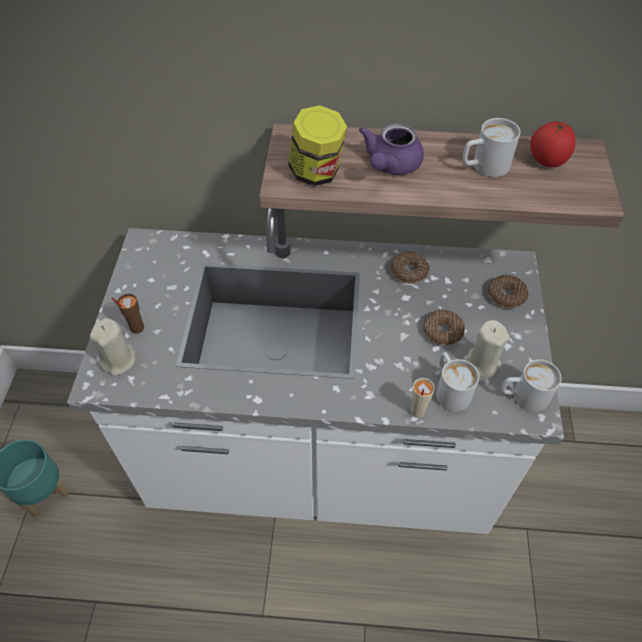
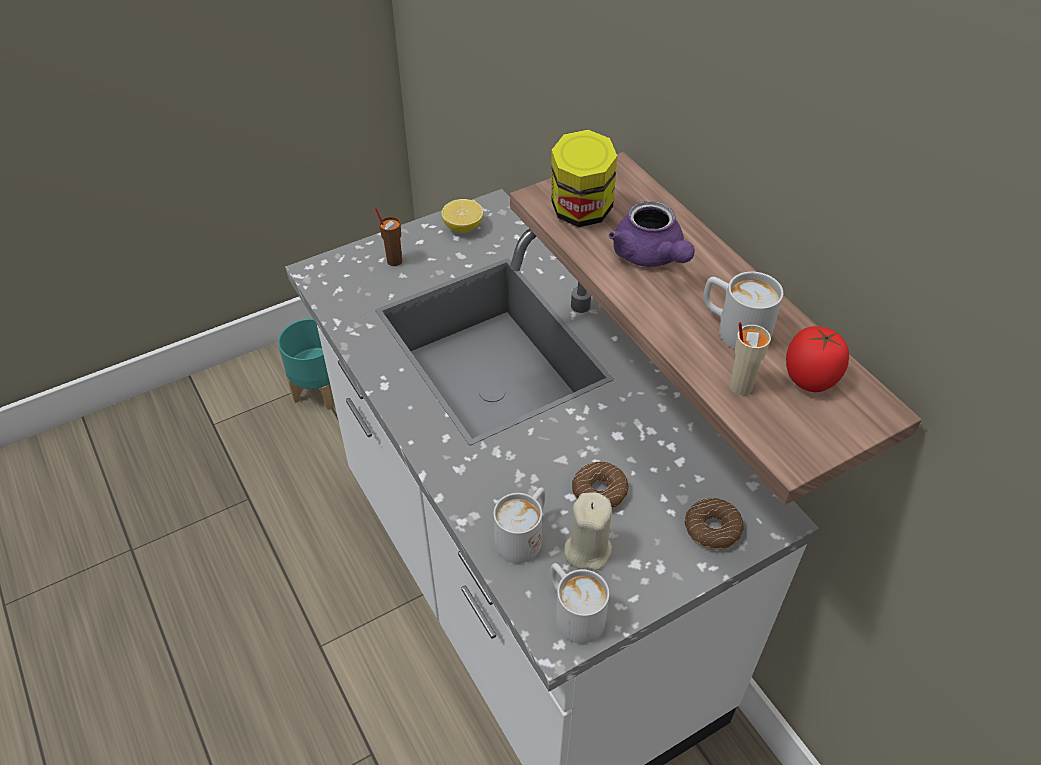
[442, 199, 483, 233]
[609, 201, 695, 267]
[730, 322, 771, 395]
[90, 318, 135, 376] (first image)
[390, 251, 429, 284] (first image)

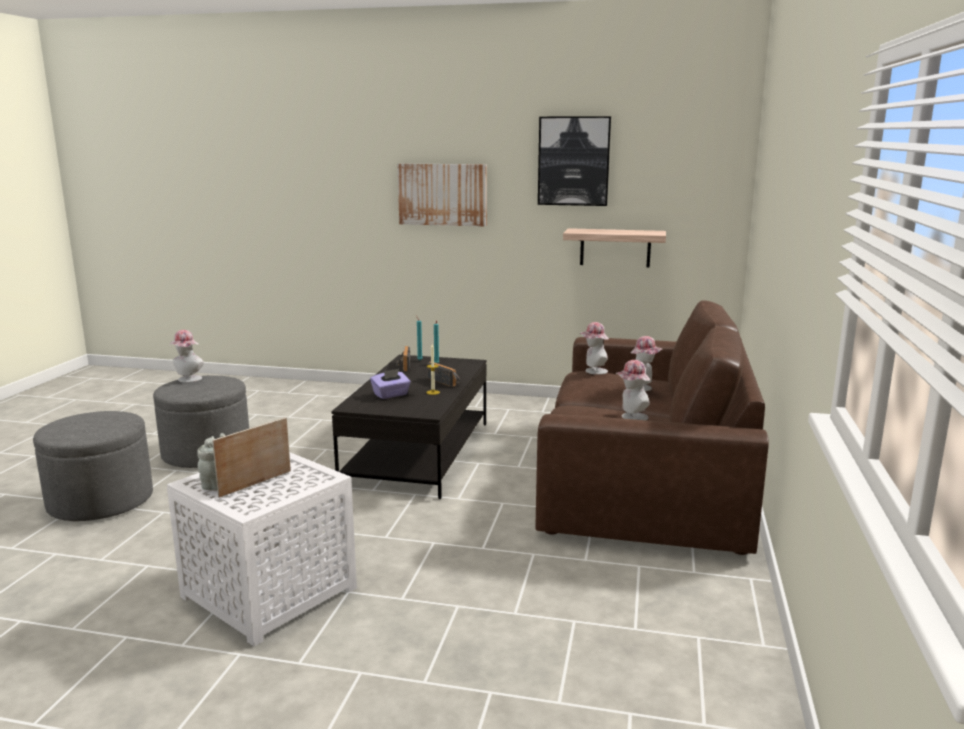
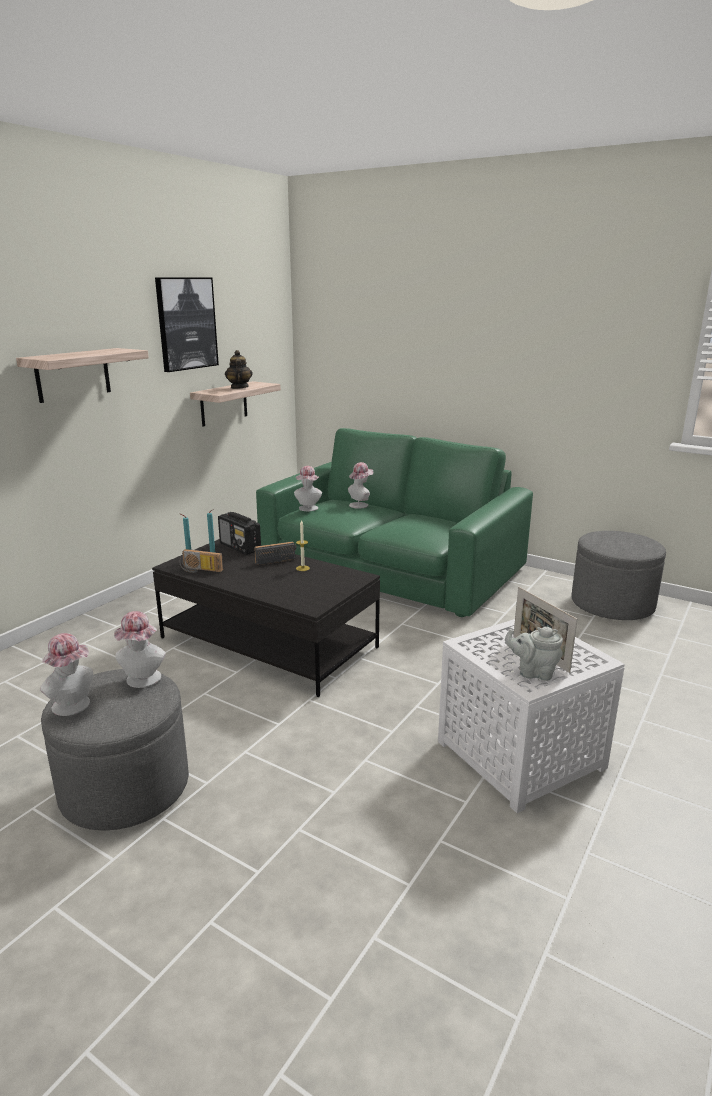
[16, 348, 149, 403]
[114, 611, 166, 688]
[218, 512, 261, 555]
[225, 350, 253, 389]
[256, 428, 533, 617]
[571, 531, 666, 620]
[370, 369, 411, 399] (first image)

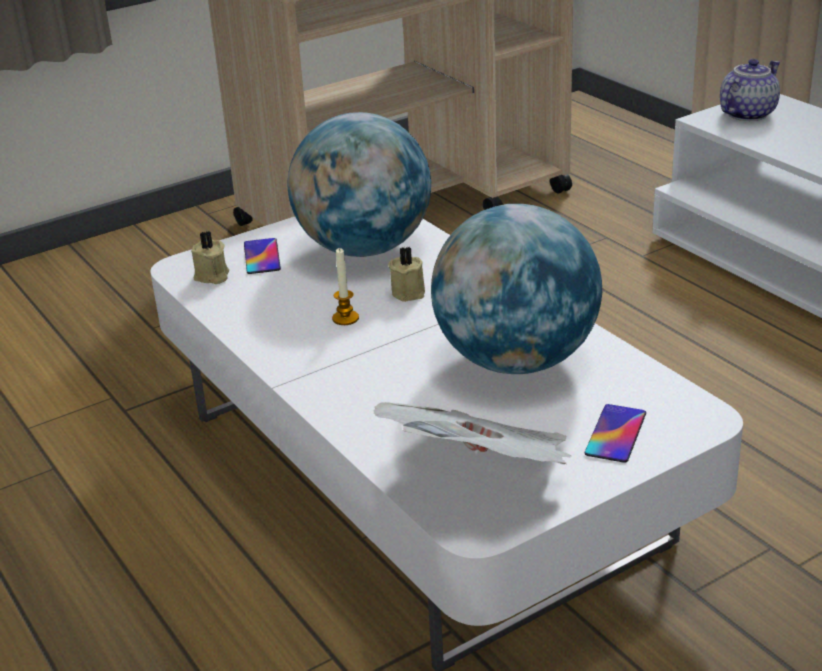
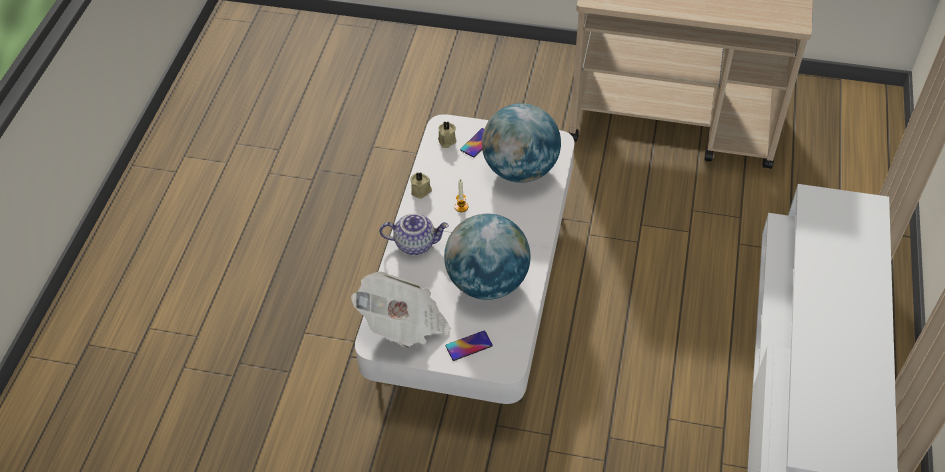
[380, 213, 449, 255]
[410, 172, 432, 199]

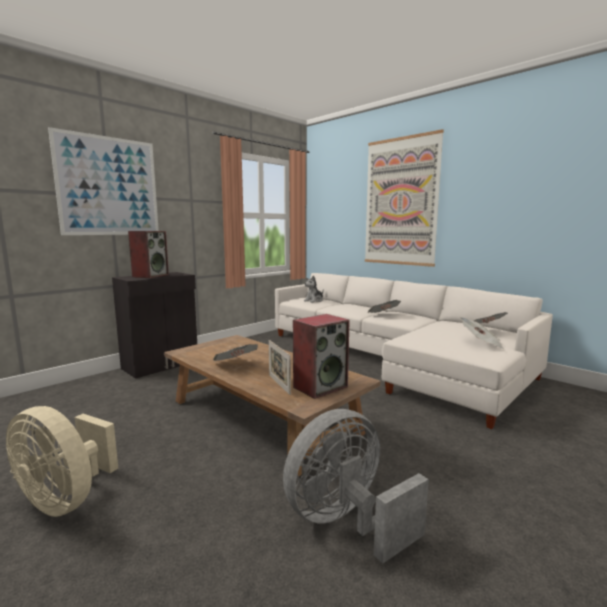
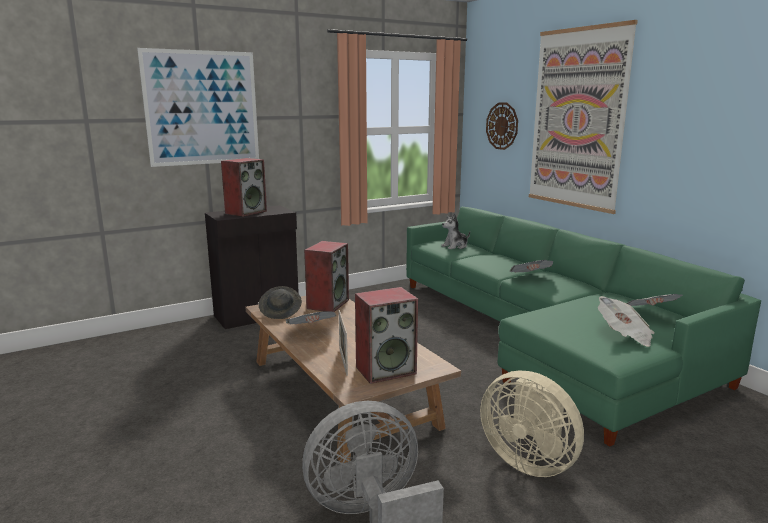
[259, 286, 302, 319]
[304, 241, 349, 312]
[406, 207, 761, 447]
[480, 370, 584, 477]
[486, 102, 518, 150]

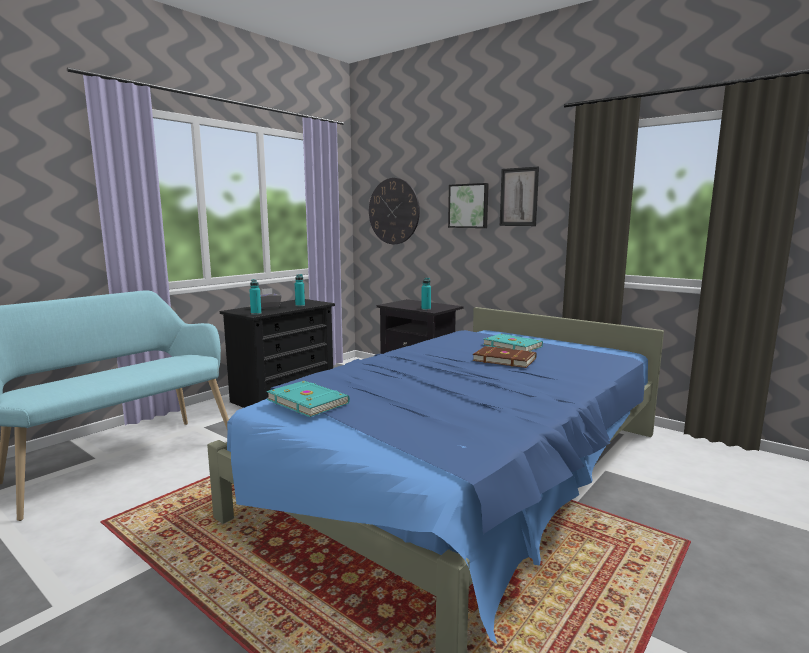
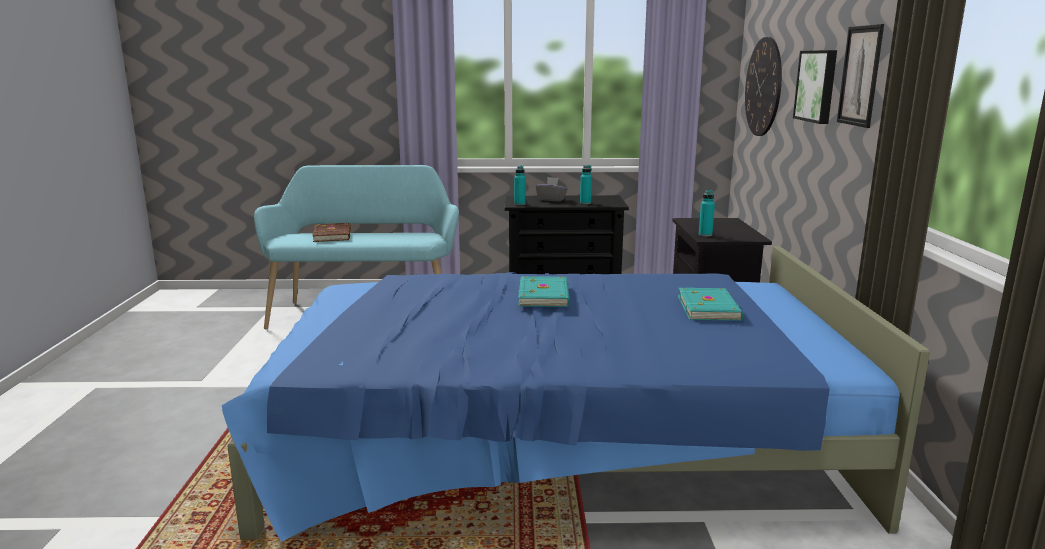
[312, 223, 351, 242]
[518, 276, 569, 307]

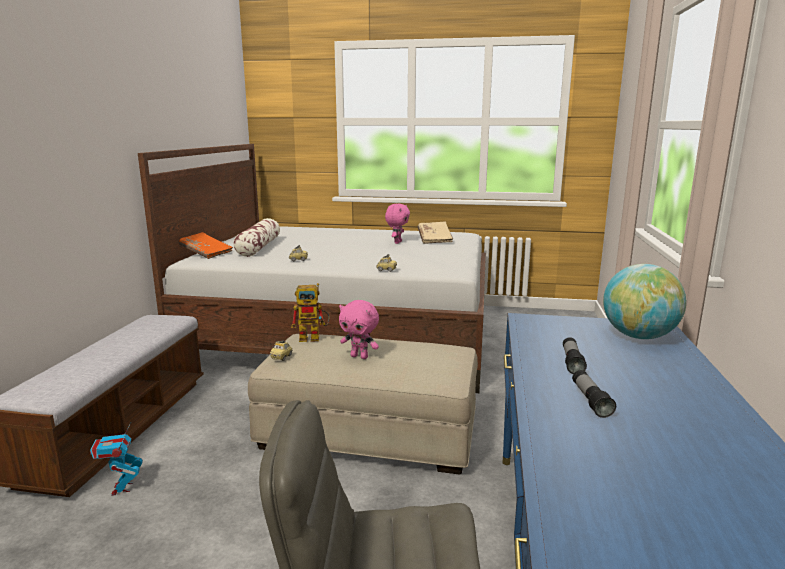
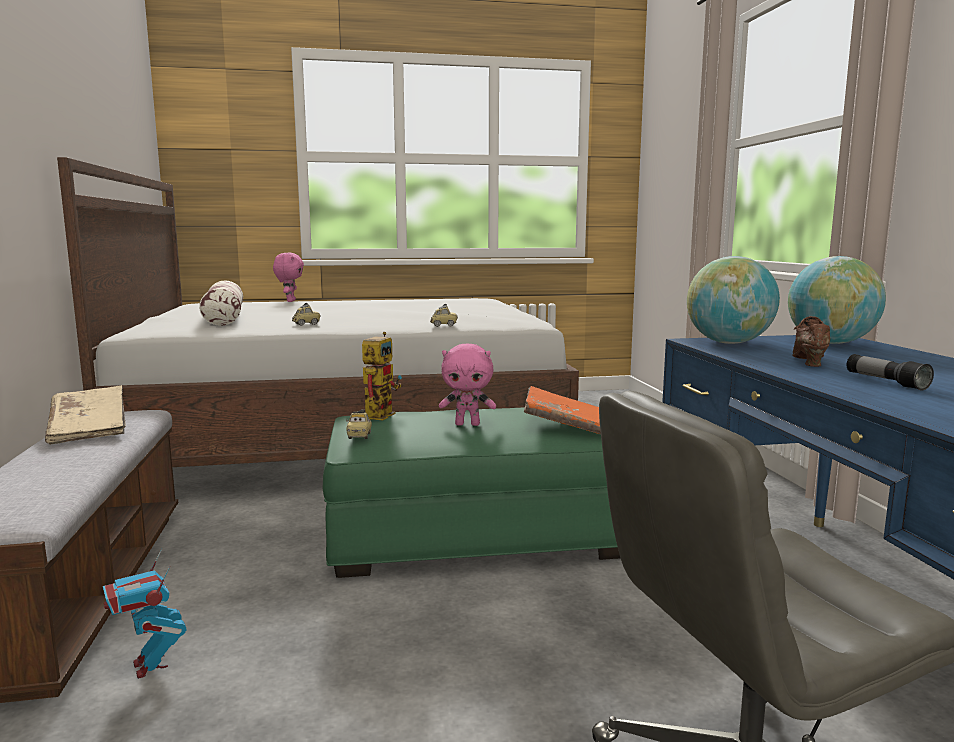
[45, 385, 126, 445]
[273, 253, 304, 302]
[323, 407, 620, 578]
[362, 332, 402, 420]
[524, 386, 601, 435]
[687, 256, 780, 344]
[792, 316, 830, 367]

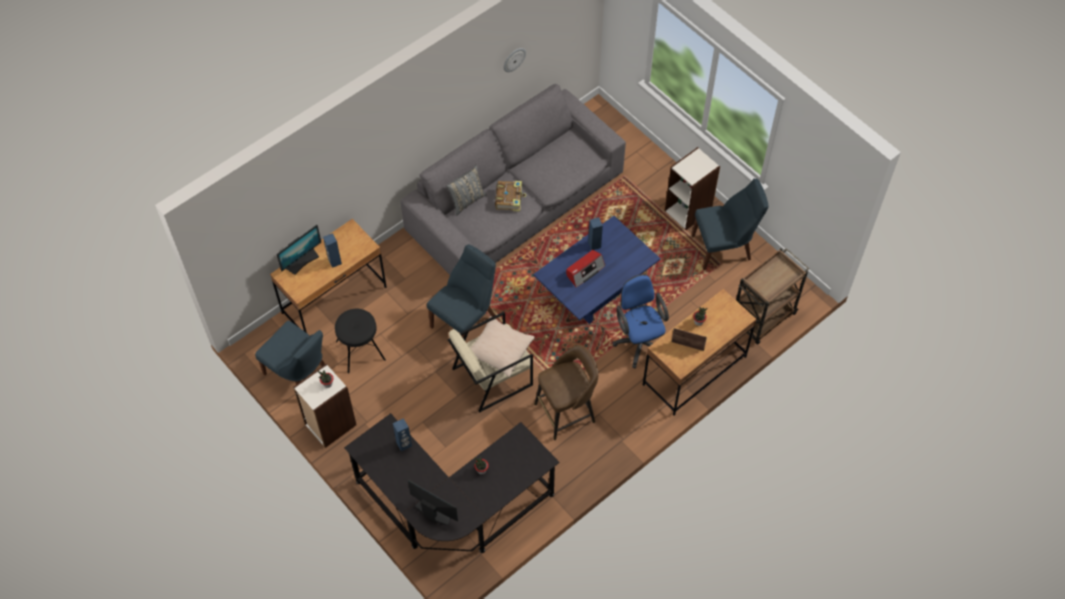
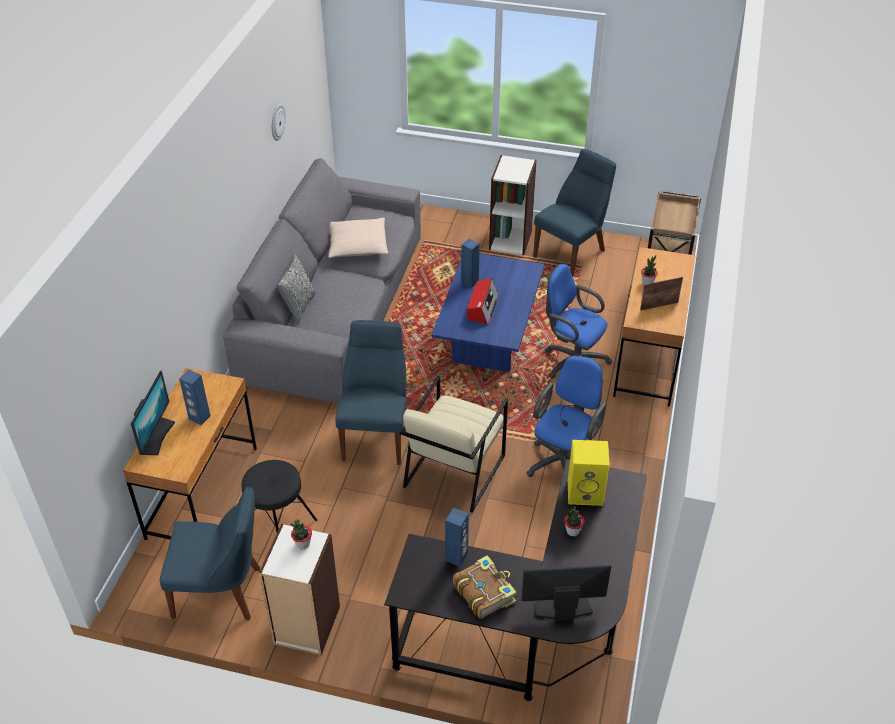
[328, 218, 388, 258]
[453, 555, 517, 619]
[526, 356, 606, 477]
[568, 440, 610, 506]

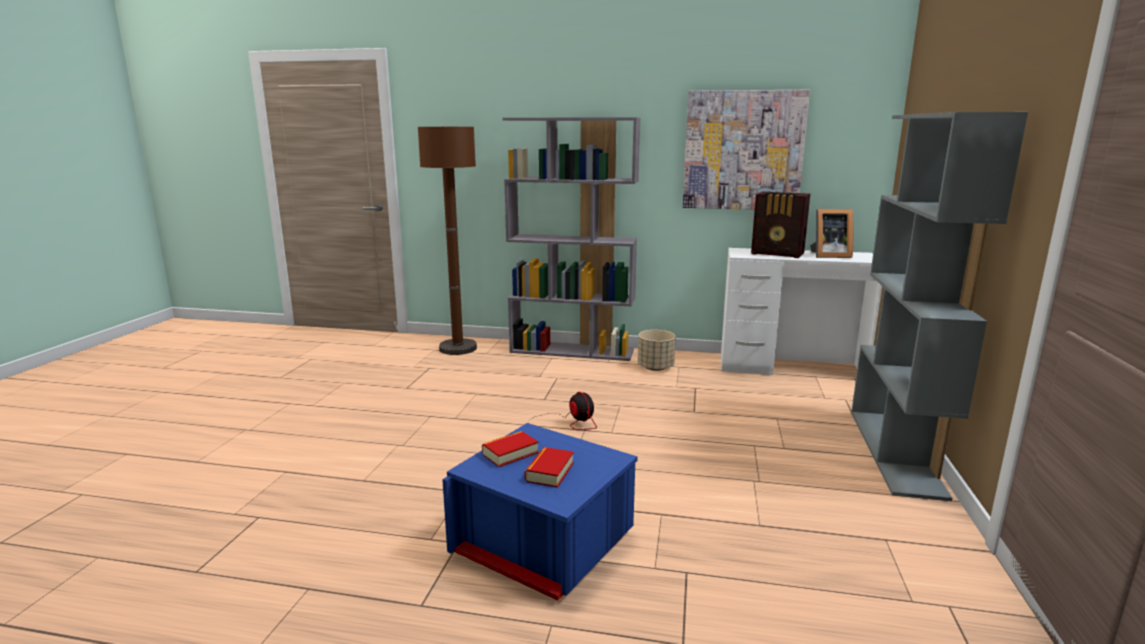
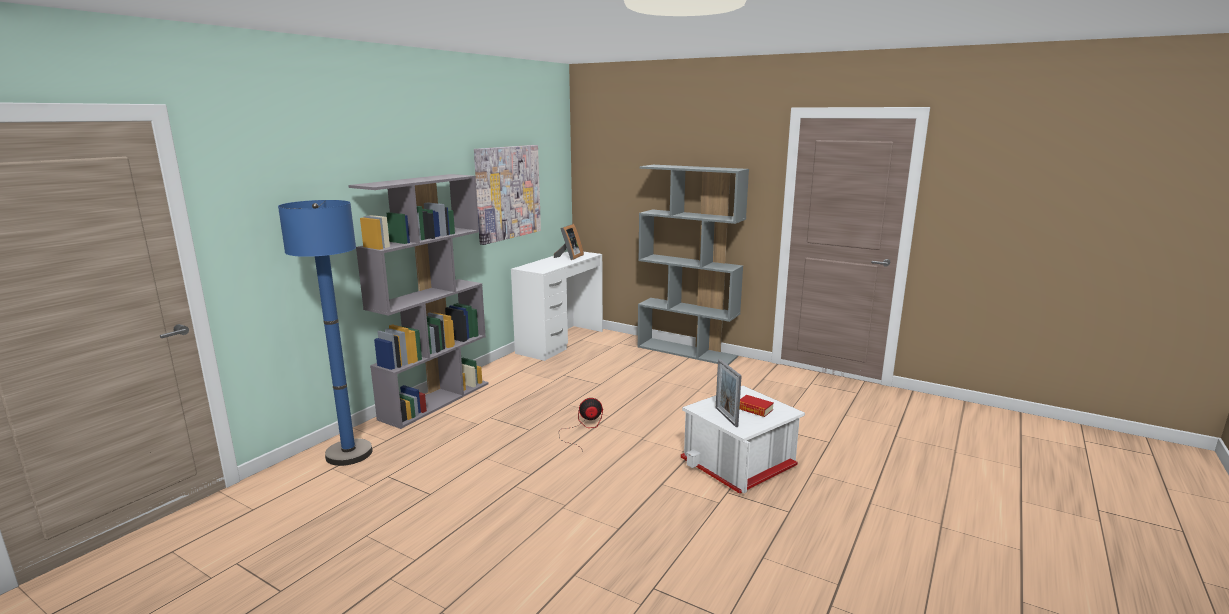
[278, 200, 372, 466]
[680, 386, 805, 494]
[716, 359, 742, 427]
[638, 330, 676, 371] (first image)
[751, 191, 810, 258] (first image)

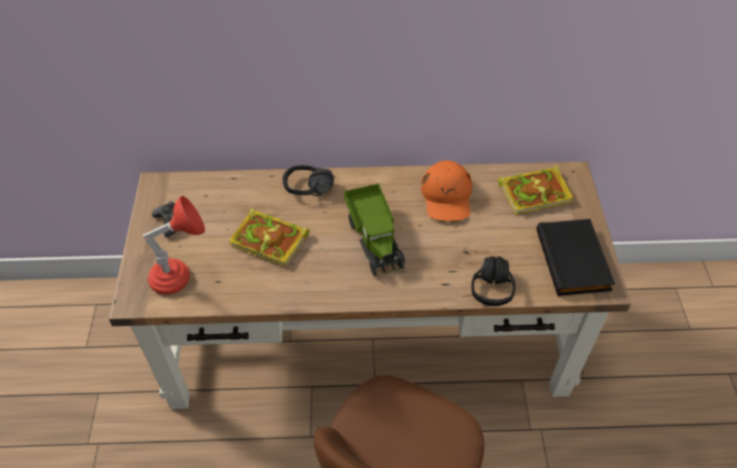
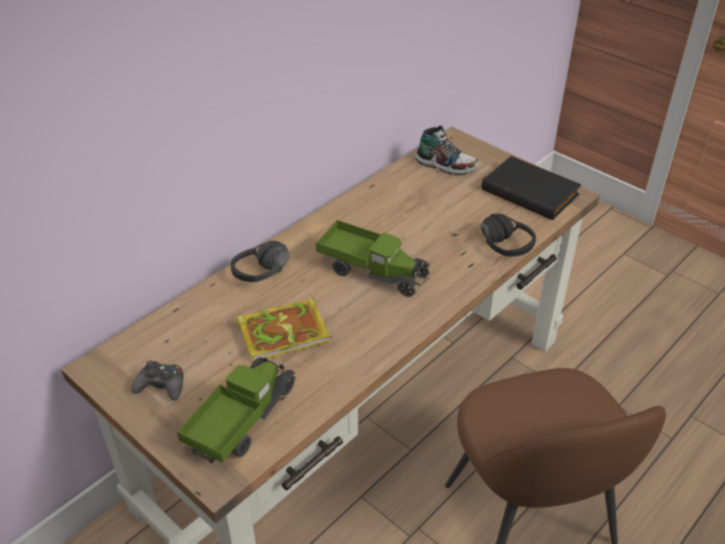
[177, 357, 296, 463]
[416, 126, 479, 175]
[421, 160, 472, 221] (first image)

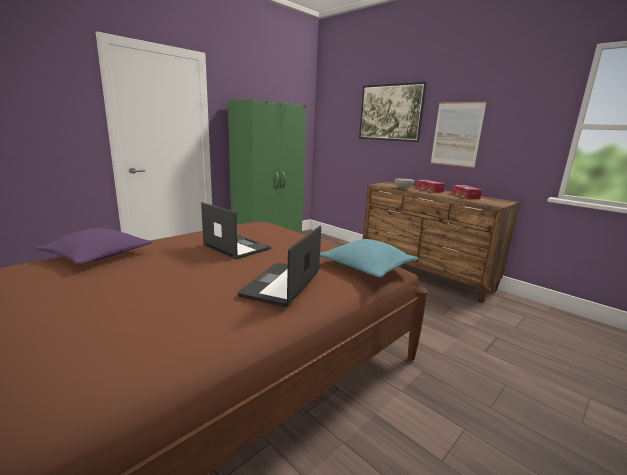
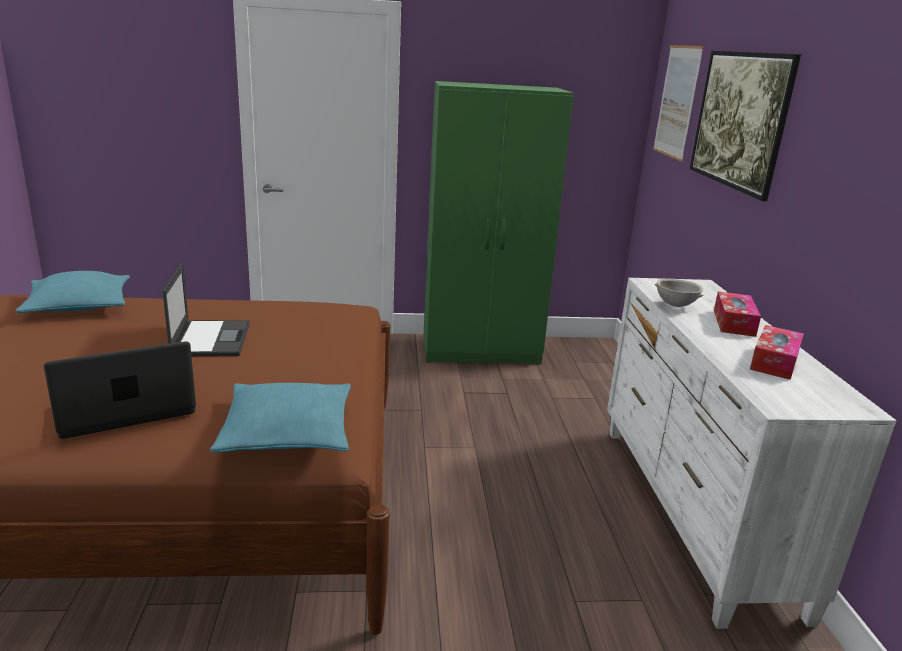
[15, 271, 130, 313]
[607, 278, 897, 629]
[653, 45, 704, 162]

